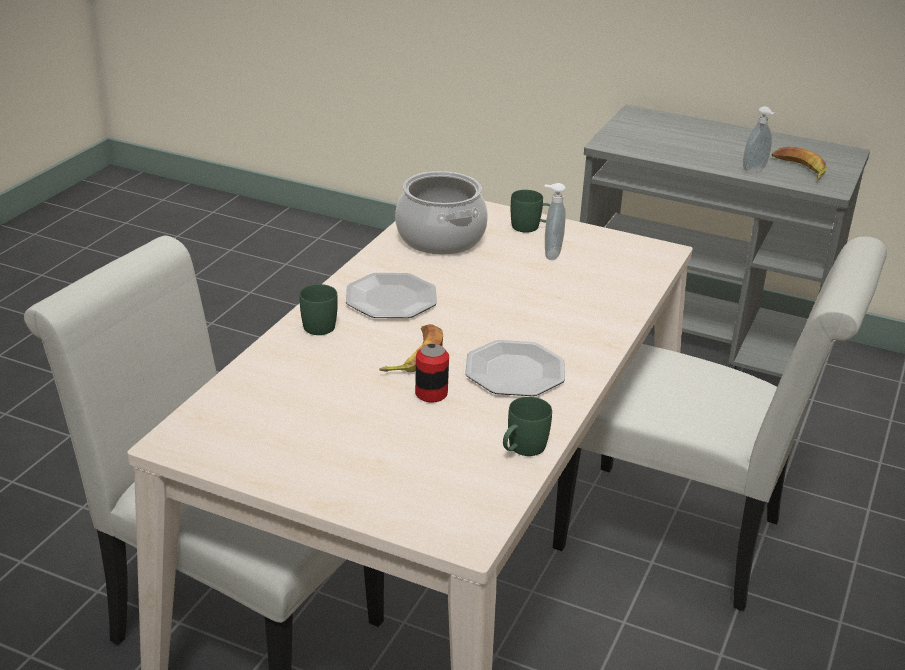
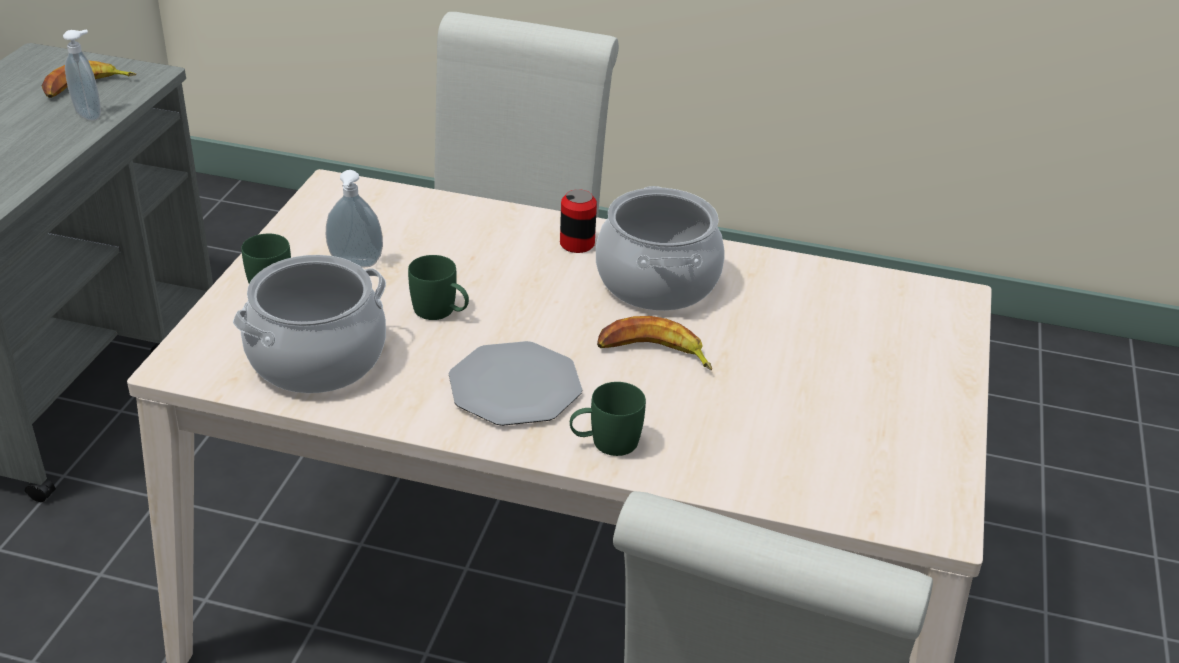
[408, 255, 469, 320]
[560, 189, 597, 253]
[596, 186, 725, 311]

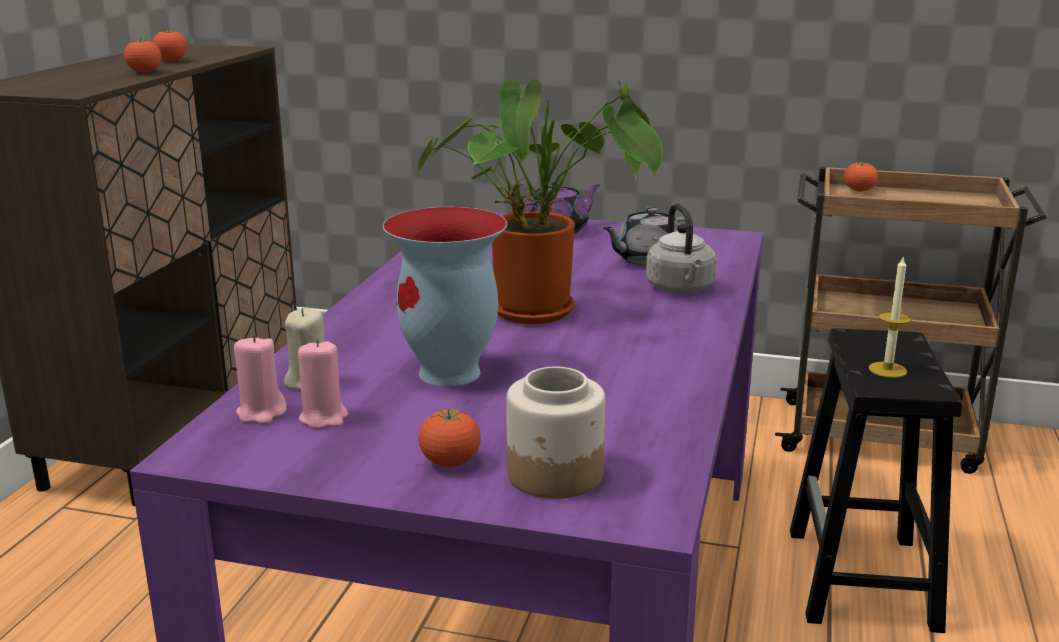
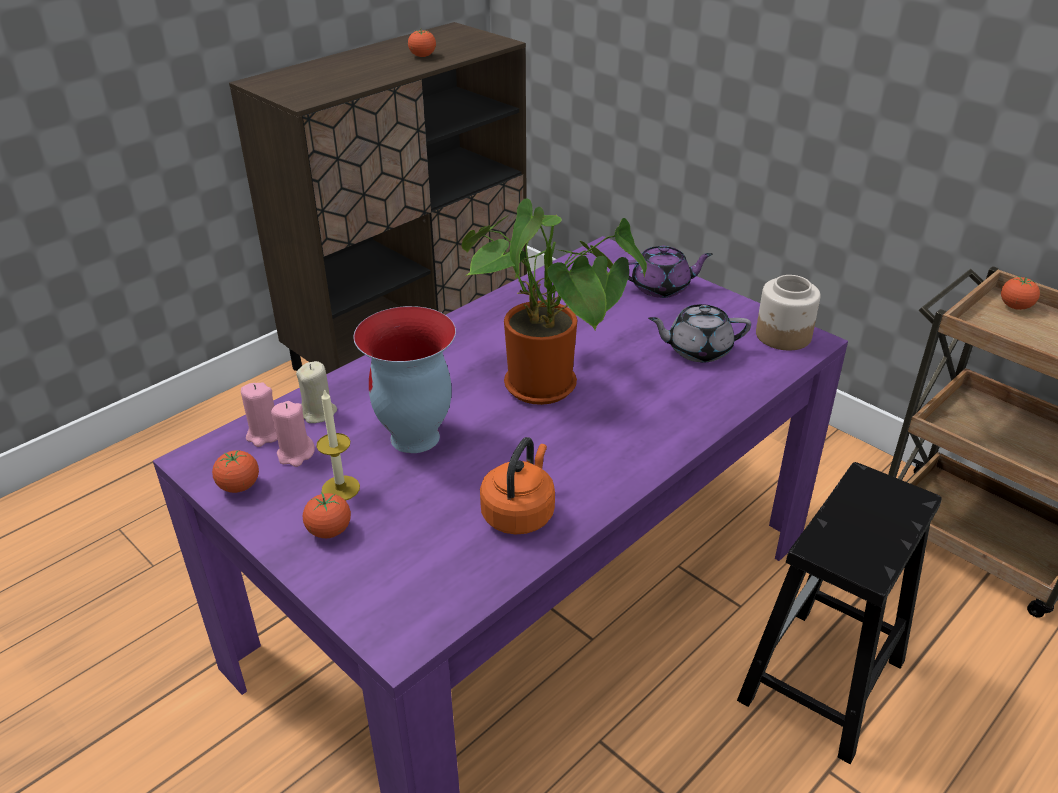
[212, 450, 259, 493]
[316, 389, 360, 501]
[480, 437, 555, 535]
[756, 275, 821, 350]
[646, 203, 716, 294] (first image)

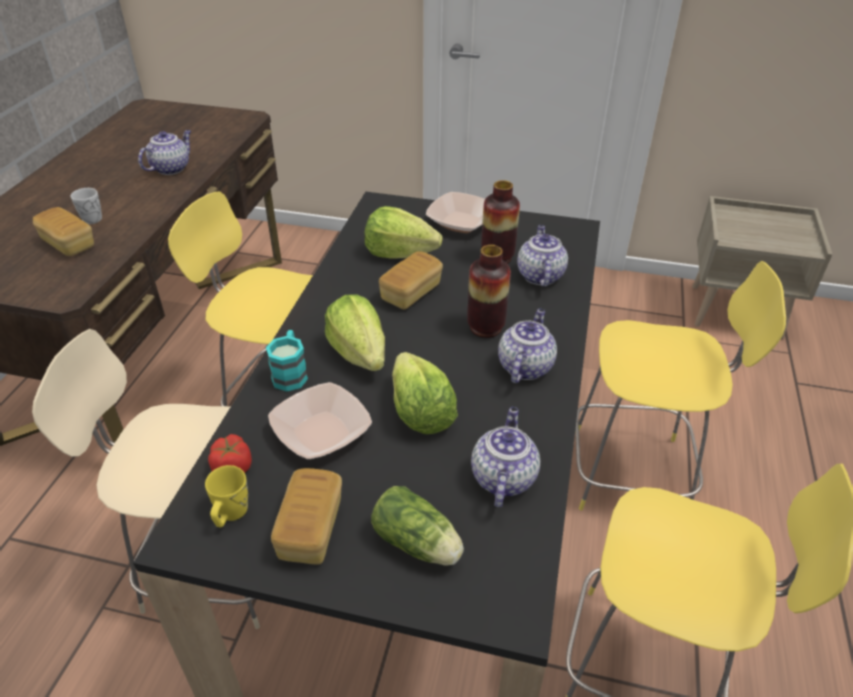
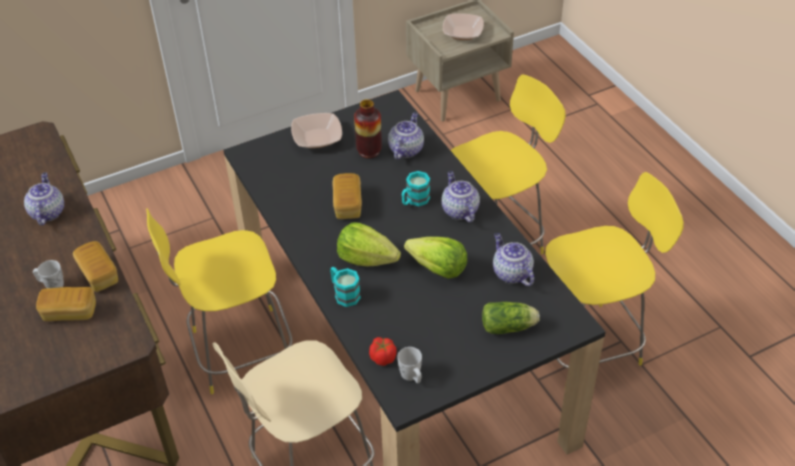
[73, 241, 118, 292]
[388, 112, 424, 159]
[397, 347, 422, 383]
[402, 171, 430, 206]
[443, 13, 484, 40]
[365, 206, 443, 259] (first image)

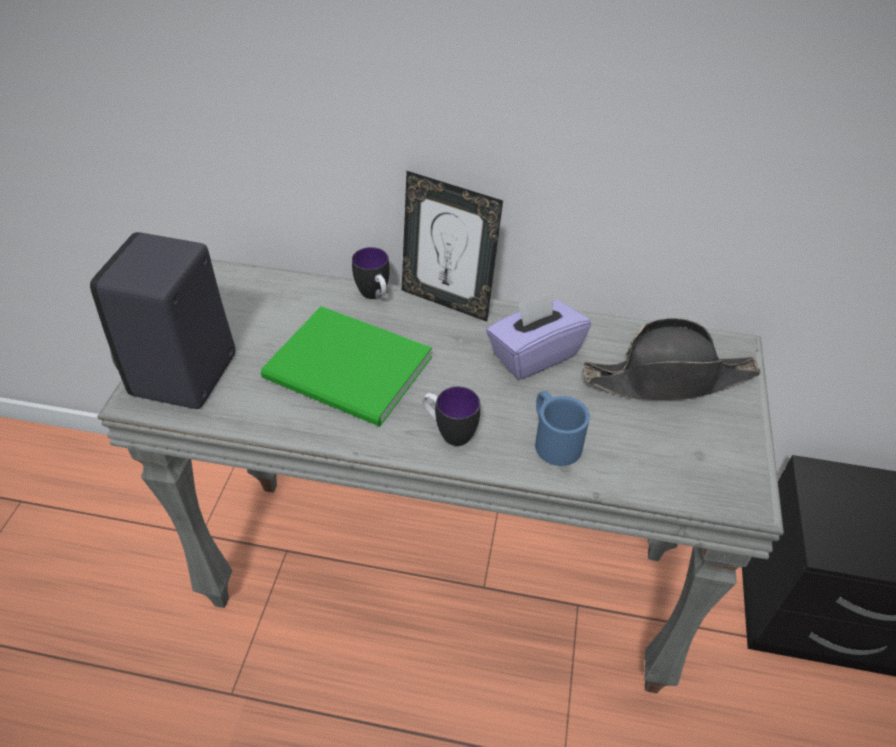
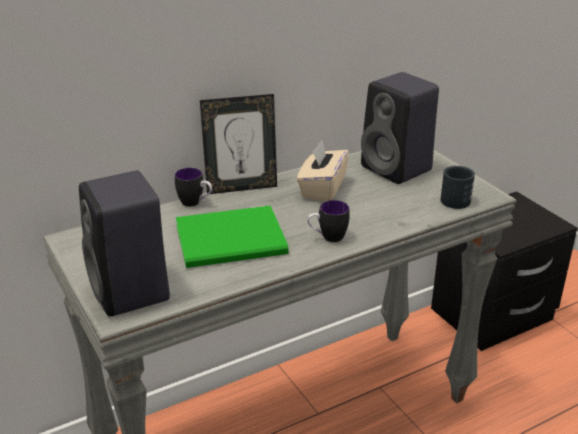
[297, 141, 349, 201]
[361, 72, 439, 184]
[440, 166, 475, 209]
[535, 391, 590, 466] (first image)

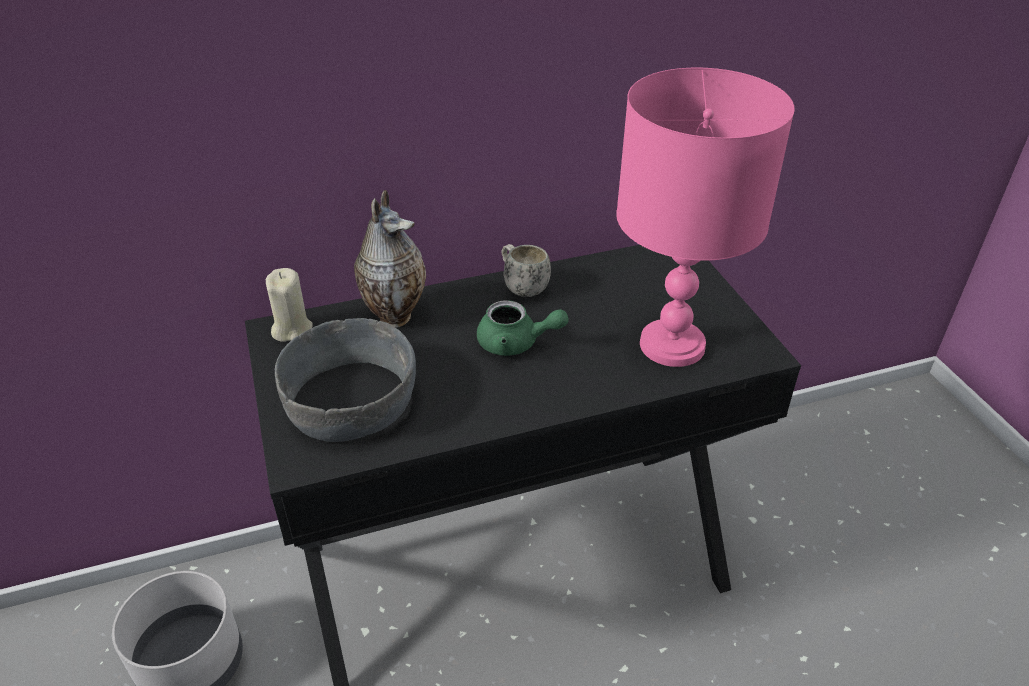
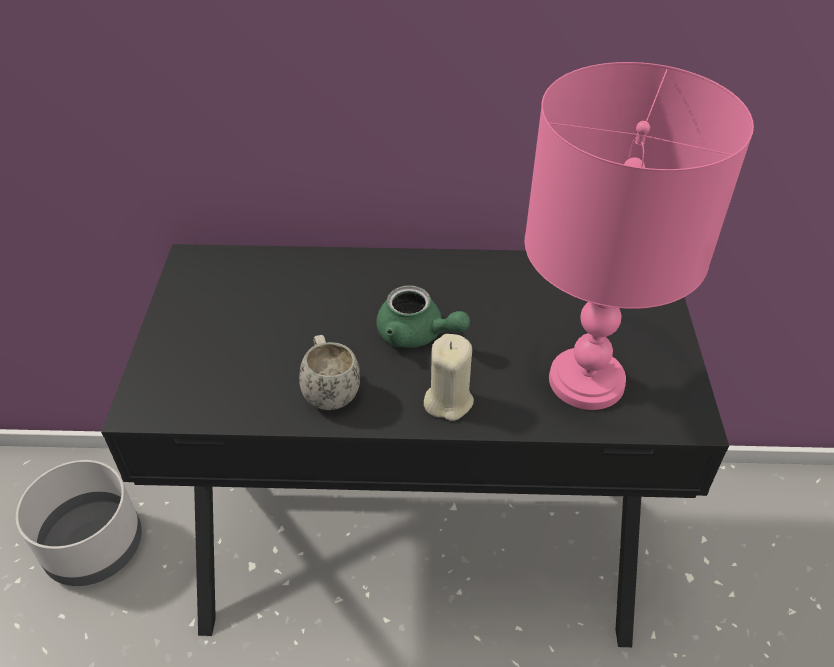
[299, 335, 360, 410]
[424, 334, 474, 421]
[275, 318, 416, 442] (first image)
[354, 190, 426, 328] (first image)

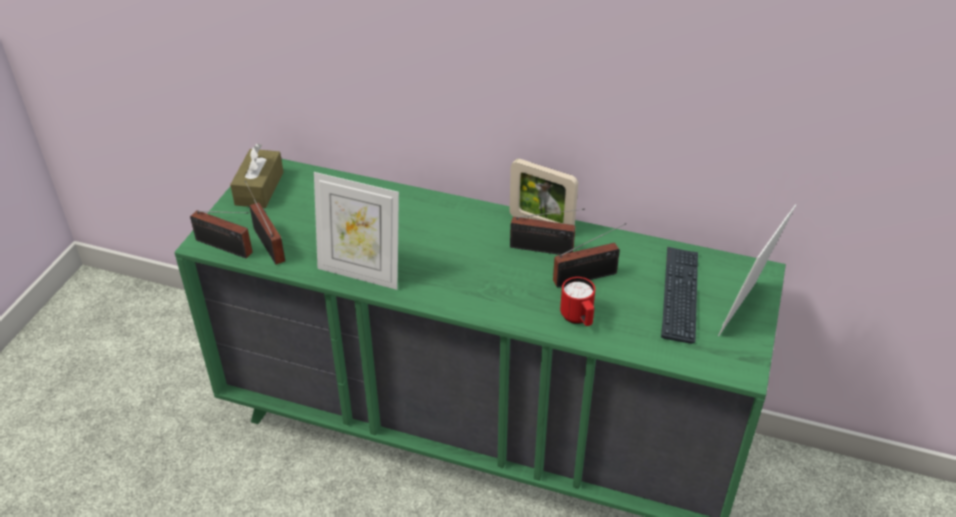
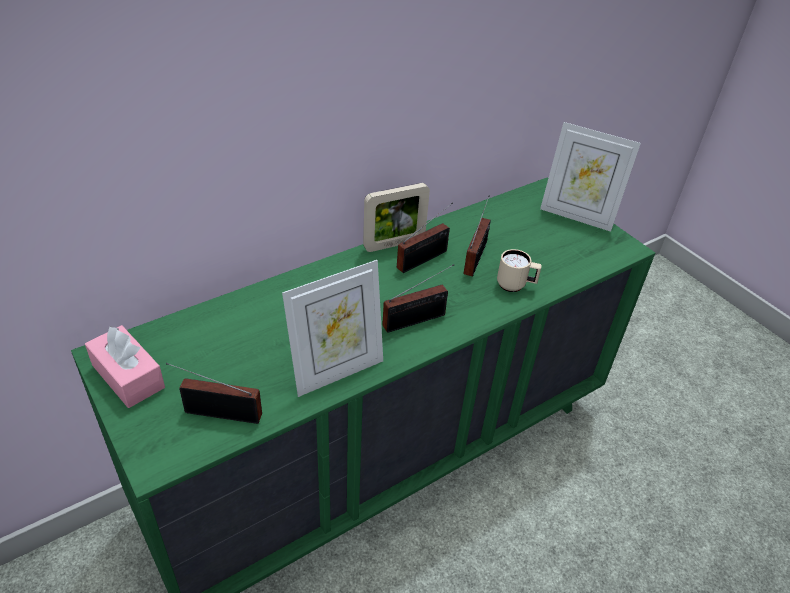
[85, 325, 165, 408]
[382, 264, 454, 333]
[497, 249, 542, 292]
[540, 122, 641, 232]
[661, 247, 698, 344] (first image)

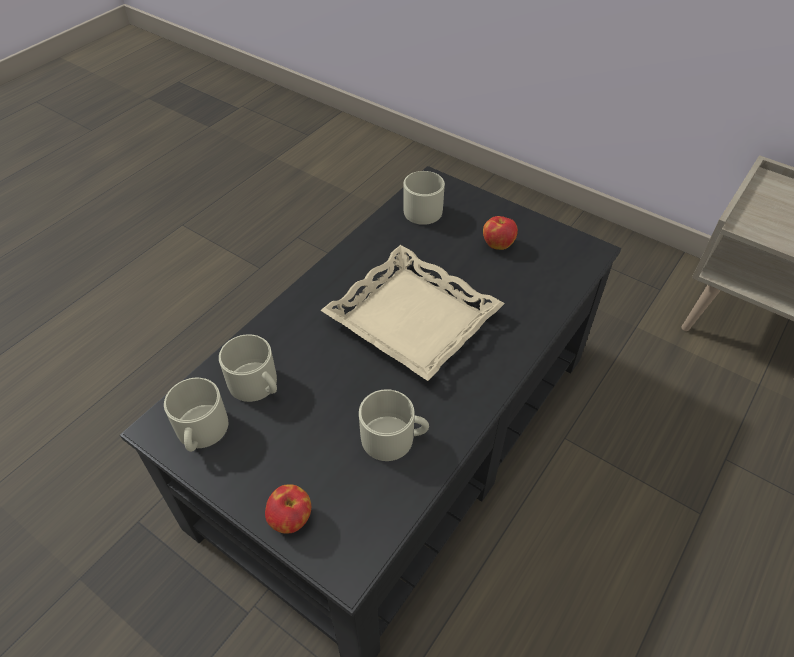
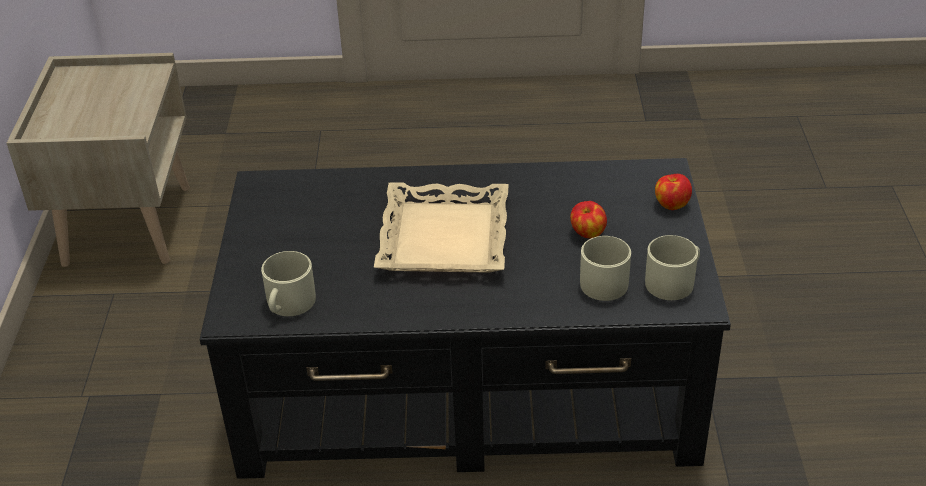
[570, 201, 607, 238]
[359, 389, 429, 461] (first image)

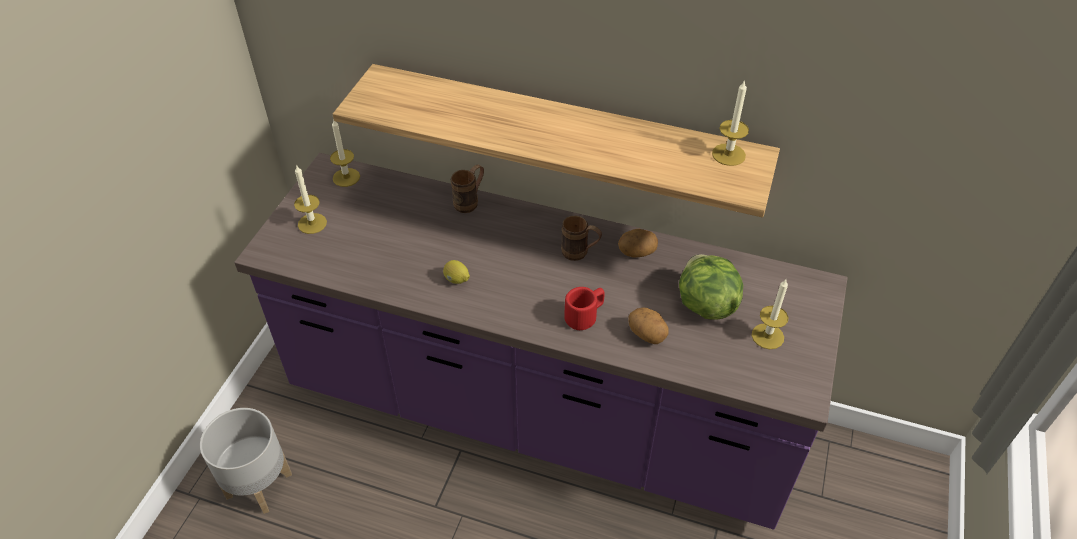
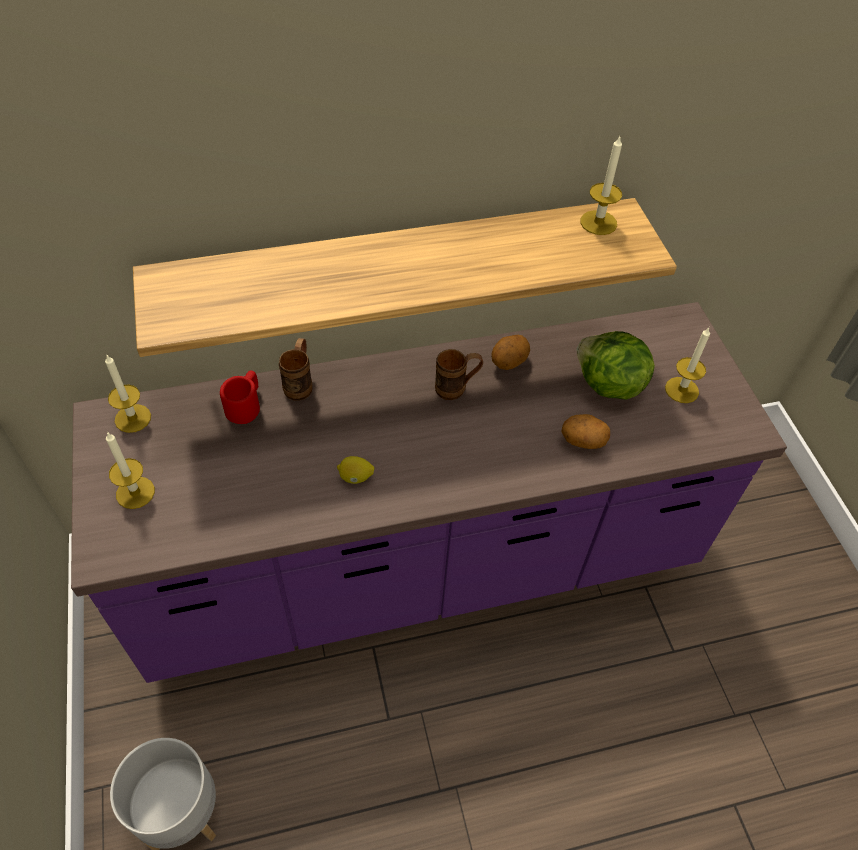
[220, 371, 260, 424]

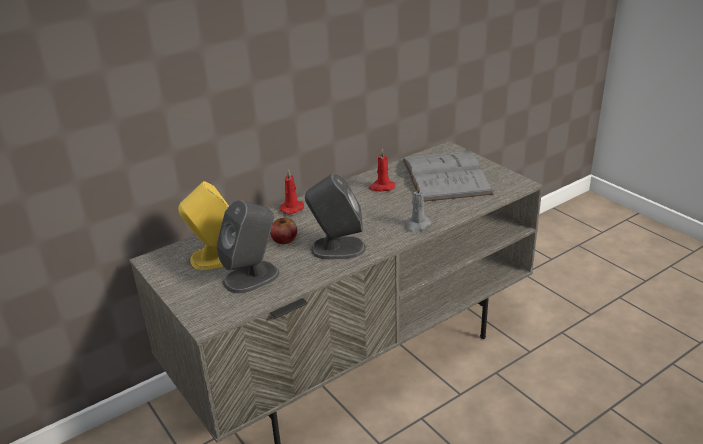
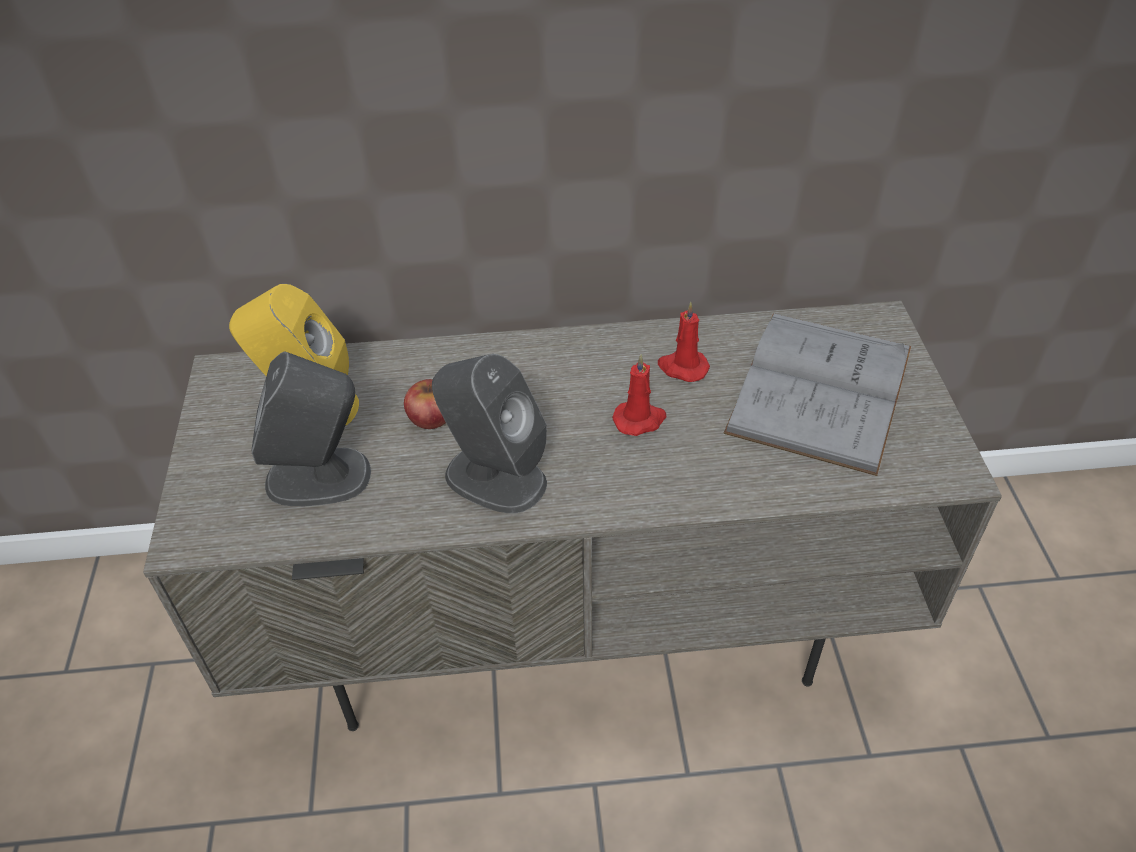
[612, 354, 667, 436]
[405, 184, 432, 232] (first image)

